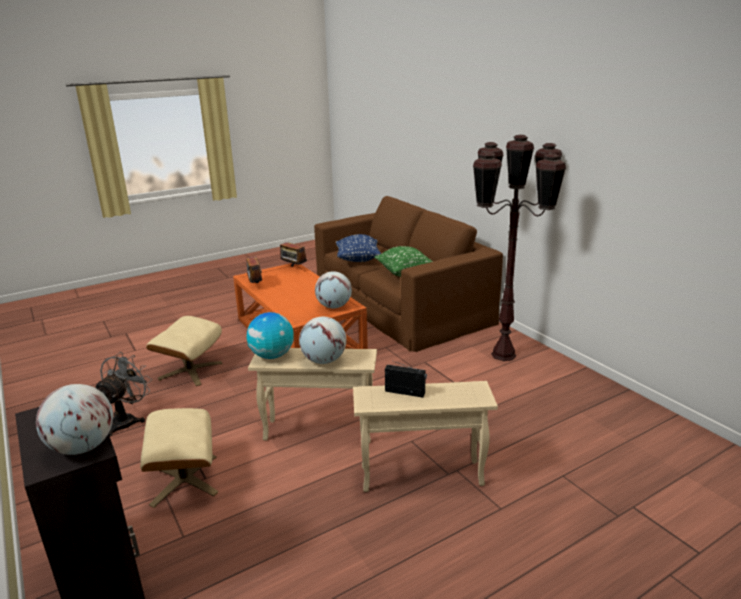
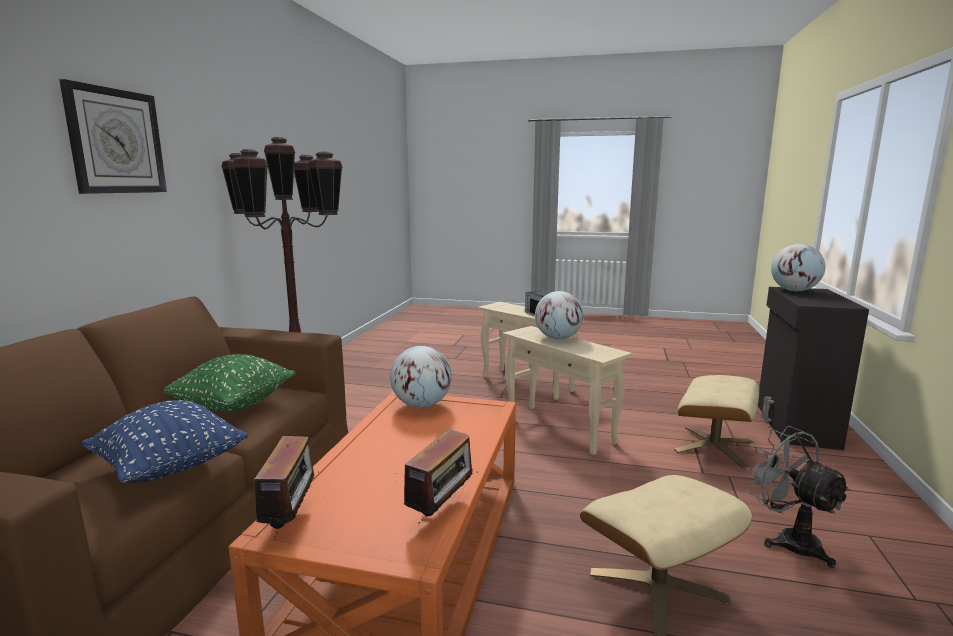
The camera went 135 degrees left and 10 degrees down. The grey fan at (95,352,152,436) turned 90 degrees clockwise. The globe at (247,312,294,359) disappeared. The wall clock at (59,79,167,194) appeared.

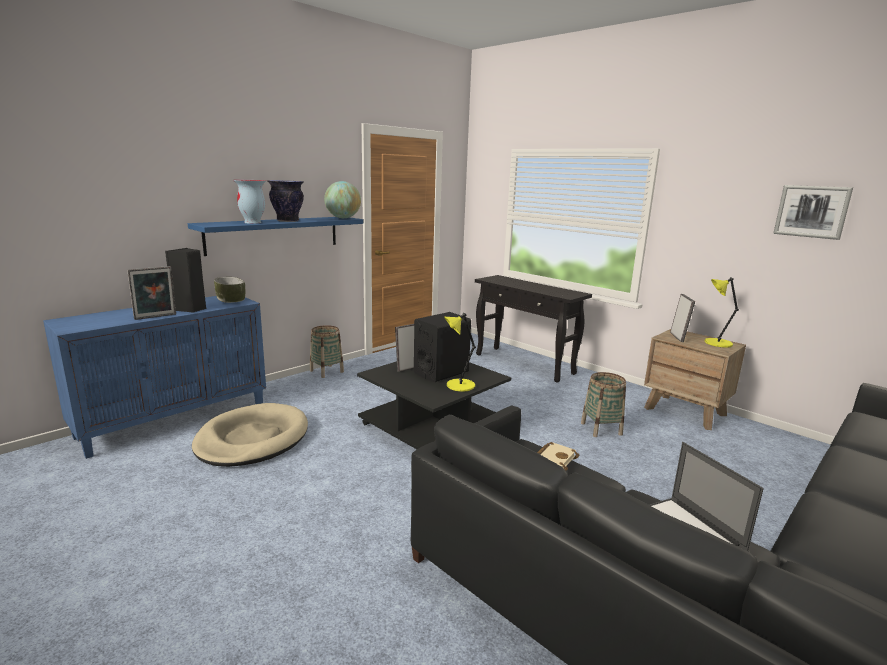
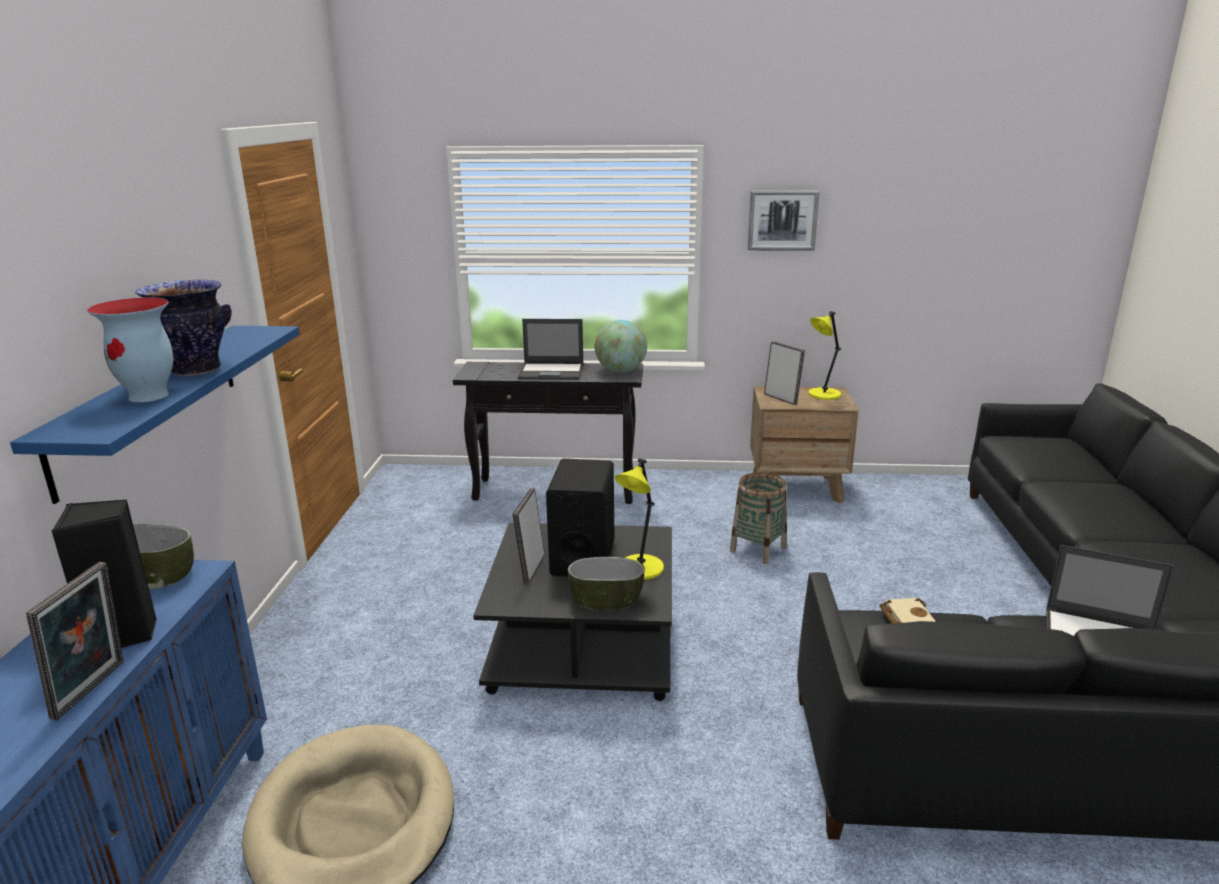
The camera went 40 degrees left and 5 degrees up. The basket at (310,325,344,378) disappeared. The globe moved from (324,181,361,218) to (594,320,647,373). The picture moved from (773,185,853,240) to (748,190,820,250). The laptop at (518,319,583,380) appeared. The bowl at (568,557,645,609) appeared.

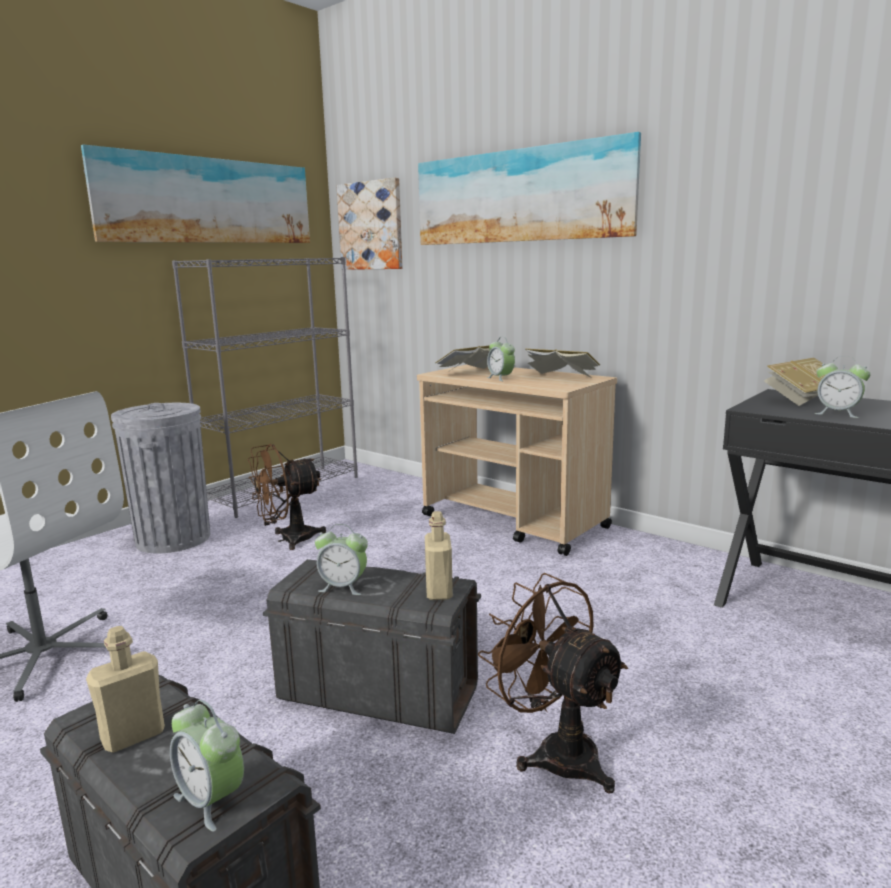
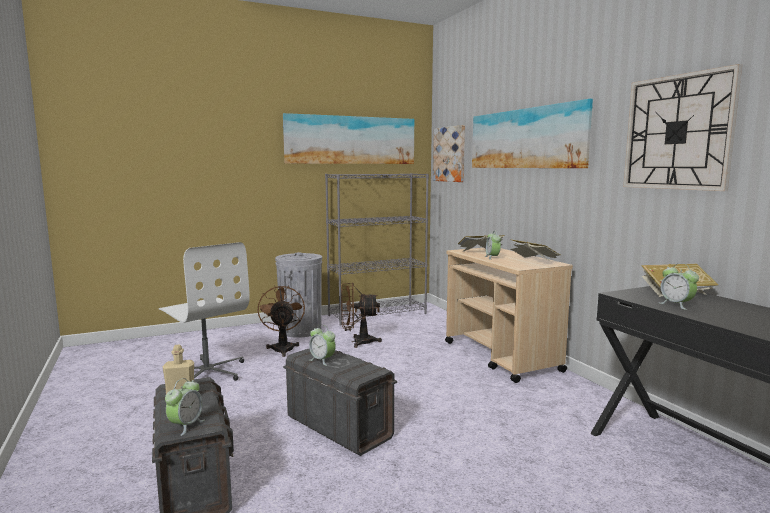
The camera went 25 degrees right and 5 degrees down. The alarm clock at (170,700,244,832) turned 135 degrees counterclockwise. The beige bottle at (425,511,453,600) disappeared. The brown fan moved from (478,573,628,793) to (258,285,305,357). The wall clock at (623,64,742,191) appeared.

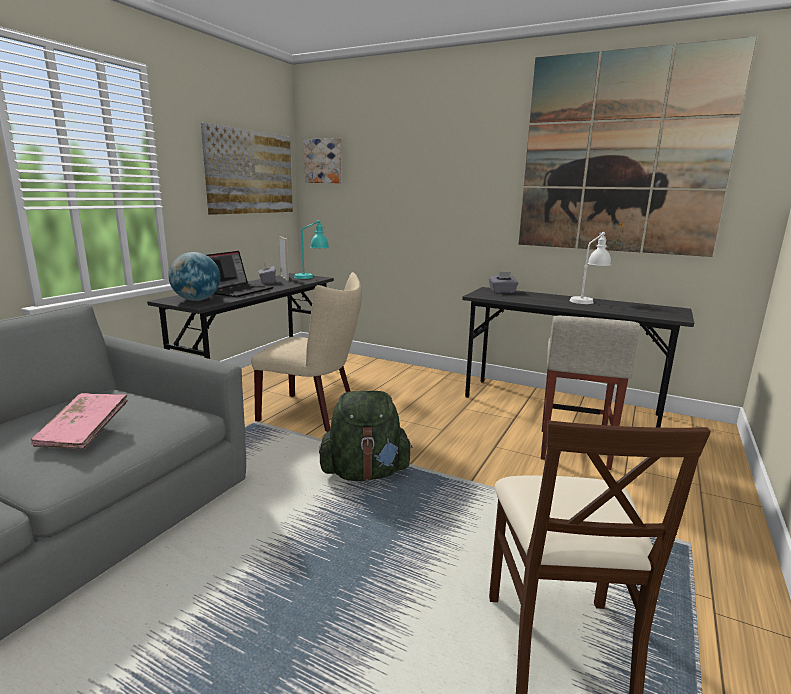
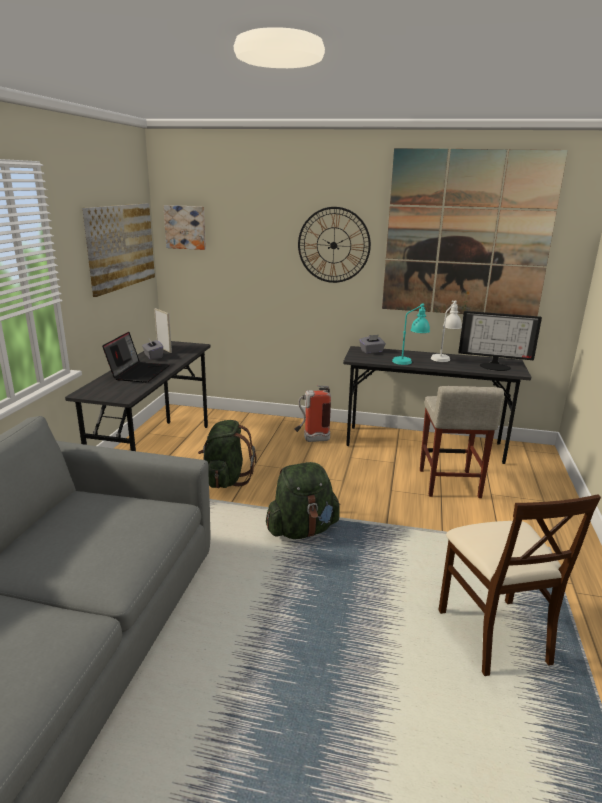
The camera went 15 degrees left and 5 degrees up. The pink book at (31,393,127,449) disappeared. The globe at (168,252,221,301) disappeared. The beige chair at (251,272,362,432) was replaced by the green backpack at (198,420,256,488). The turquoise table lamp moved from (294,220,329,279) to (392,303,430,365). The fire extinguisher at (294,385,331,442) appeared. The wall clock at (298,207,371,283) appeared. The monitor at (458,311,542,371) appeared.

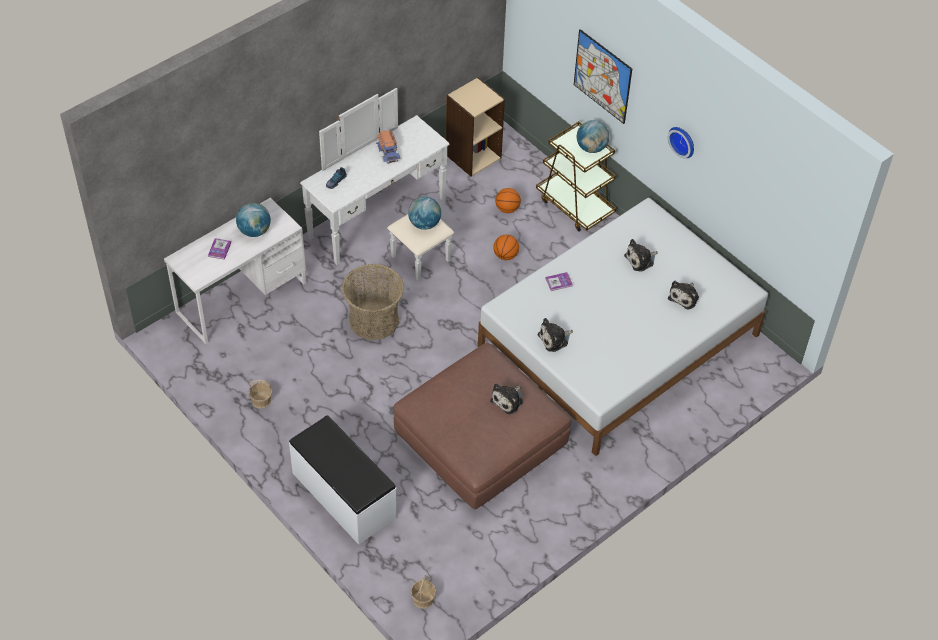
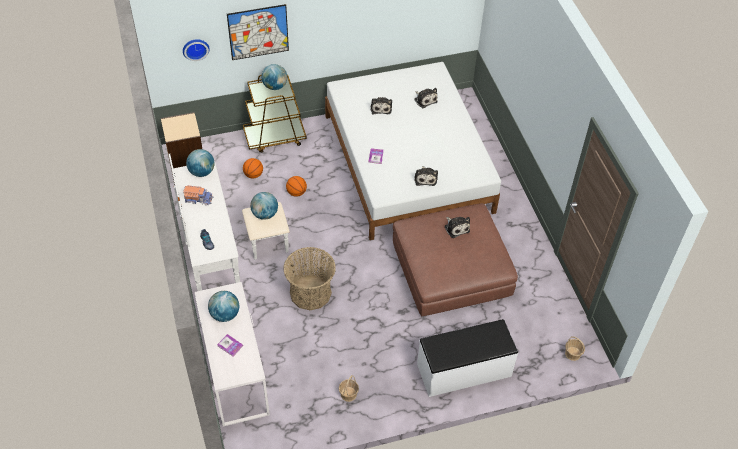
The camera went 65 degrees left and 0 degrees up. The wall clock moved from (668,127,694,158) to (183,39,210,61). The globe at (186,149,215,177) appeared.

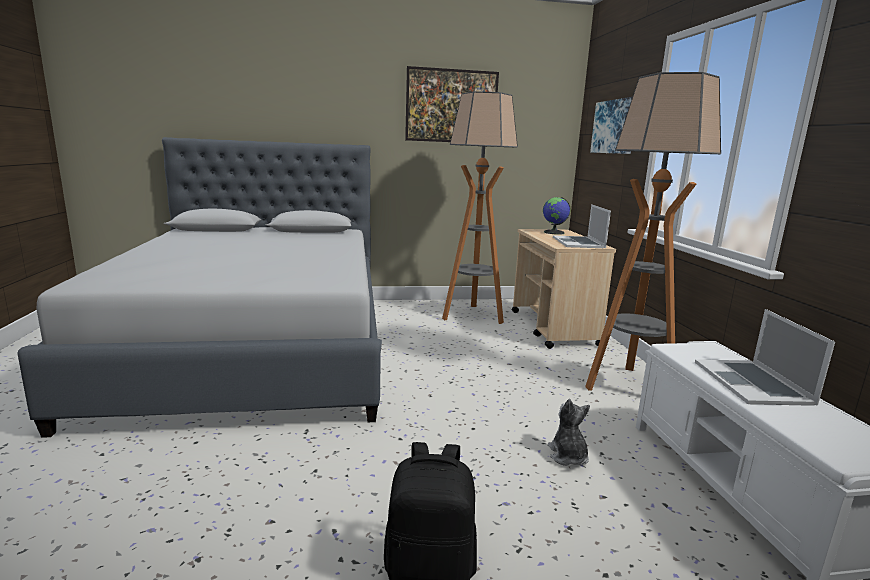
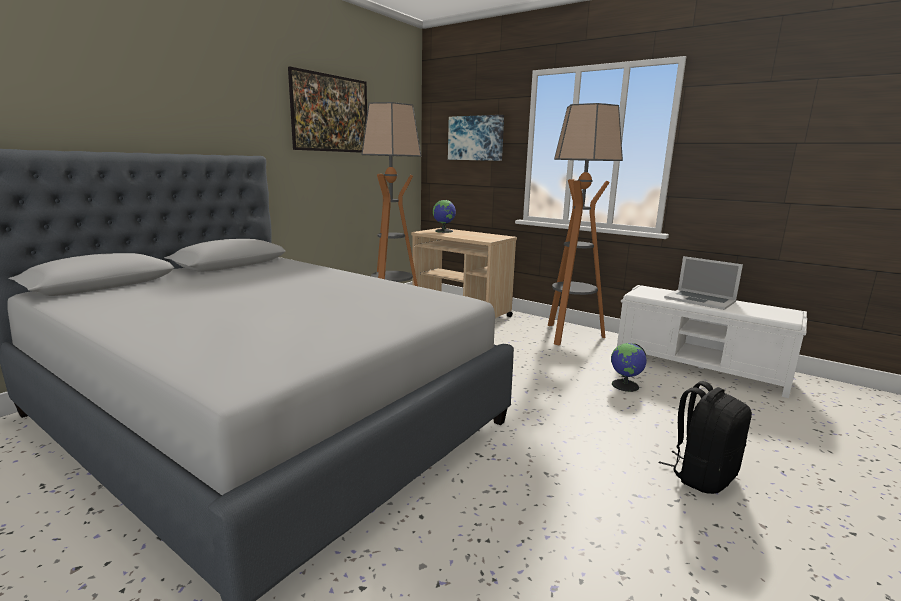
The camera went 45 degrees left and 0 degrees up. The plush toy at (548,399,590,466) was replaced by the globe at (611,343,647,392). The laptop at (553,204,611,248) disappeared.

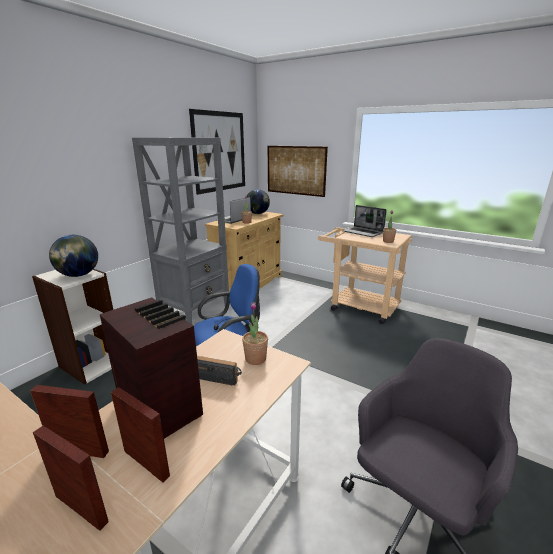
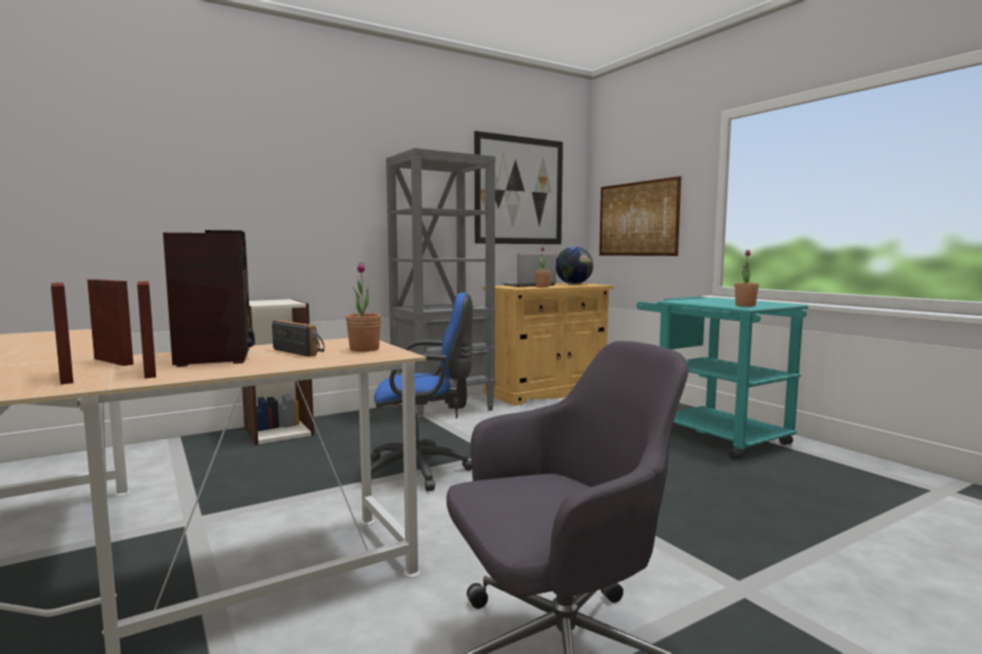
The camera went 25 degrees right and 15 degrees down. The globe at (49,235,98,277) disappeared. The beige cart at (318,227,412,324) became the turquoise cart at (637,297,808,460). The laptop at (342,205,387,237) disappeared.

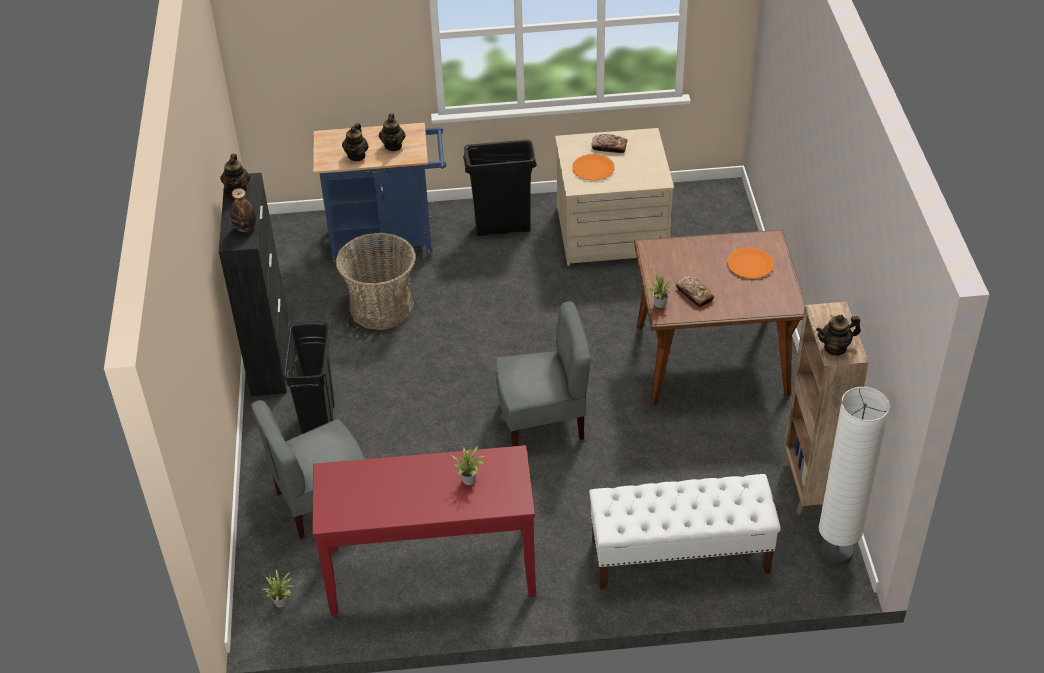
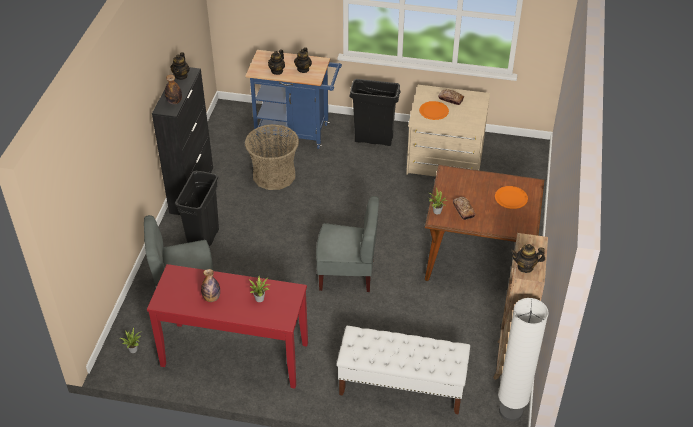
The camera went 15 degrees right and 0 degrees up. The bottle at (201,269,220,302) appeared.

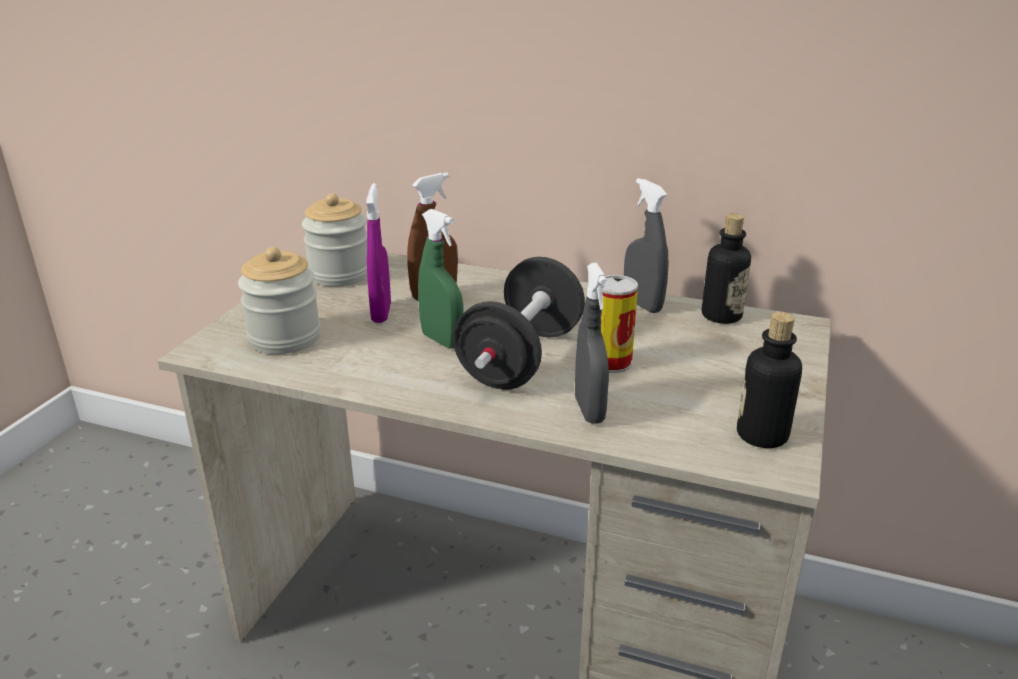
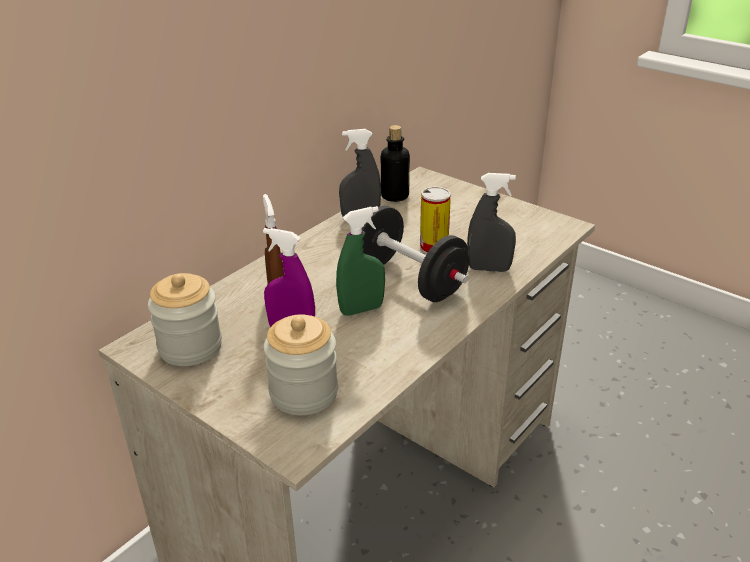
The camera went 70 degrees left and 5 degrees up. The bottle at (737,312,802,448) disappeared.

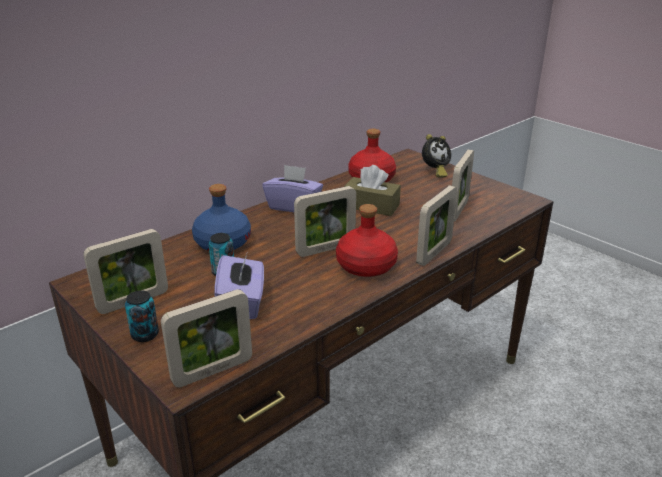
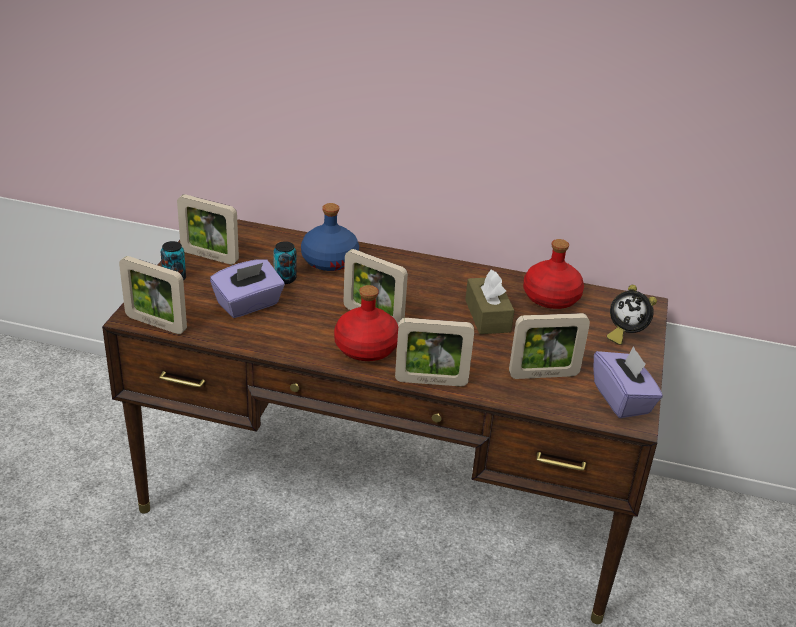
The camera went 55 degrees right and 5 degrees up. The purple tissue box moved from (262,165,323,212) to (594,346,663,418).

